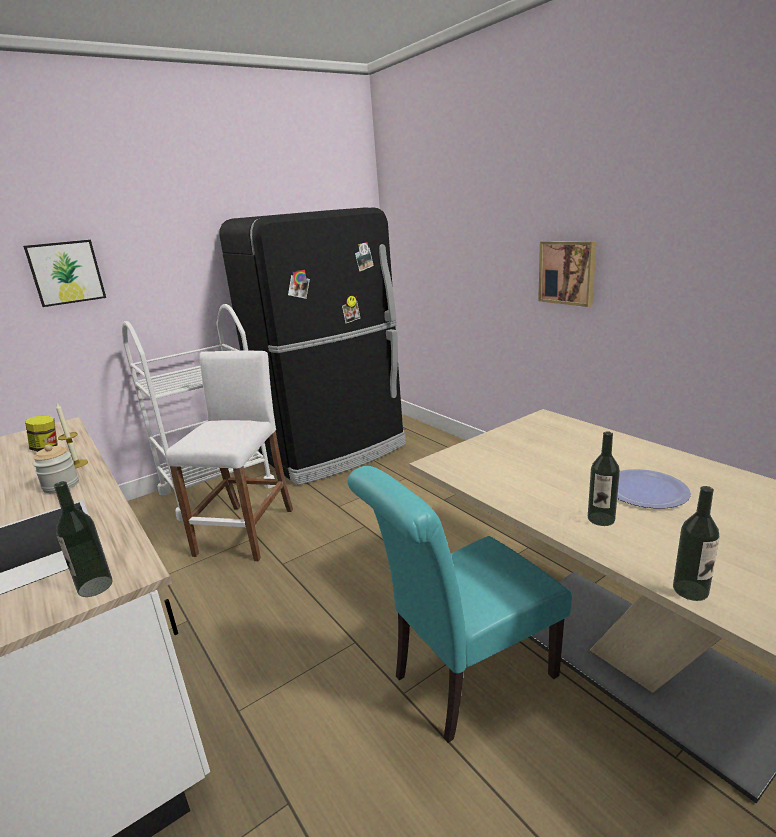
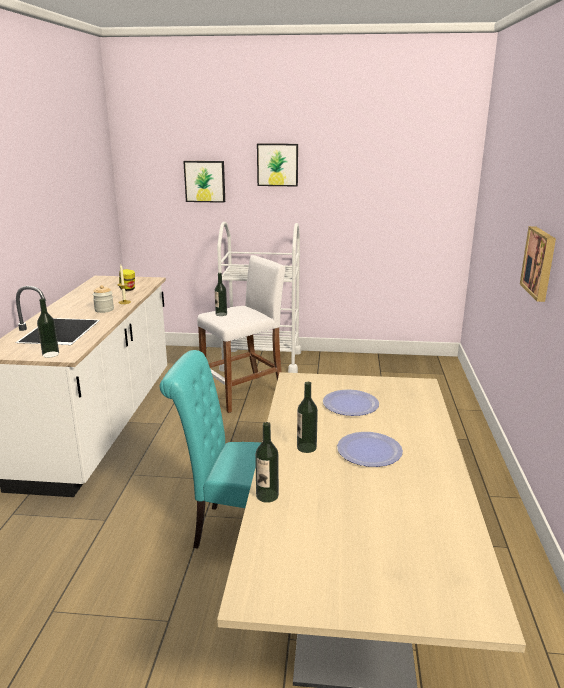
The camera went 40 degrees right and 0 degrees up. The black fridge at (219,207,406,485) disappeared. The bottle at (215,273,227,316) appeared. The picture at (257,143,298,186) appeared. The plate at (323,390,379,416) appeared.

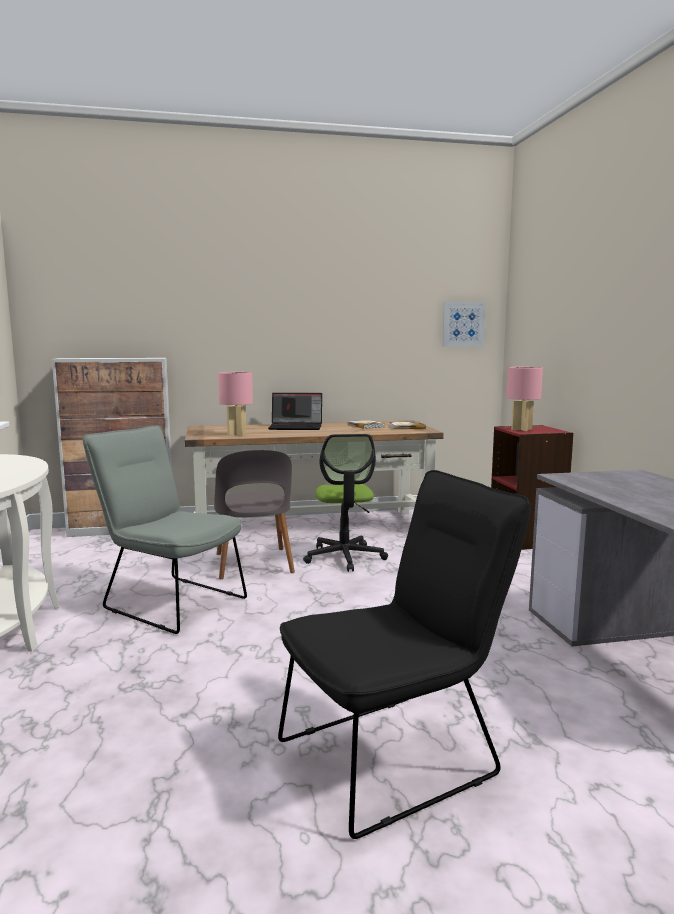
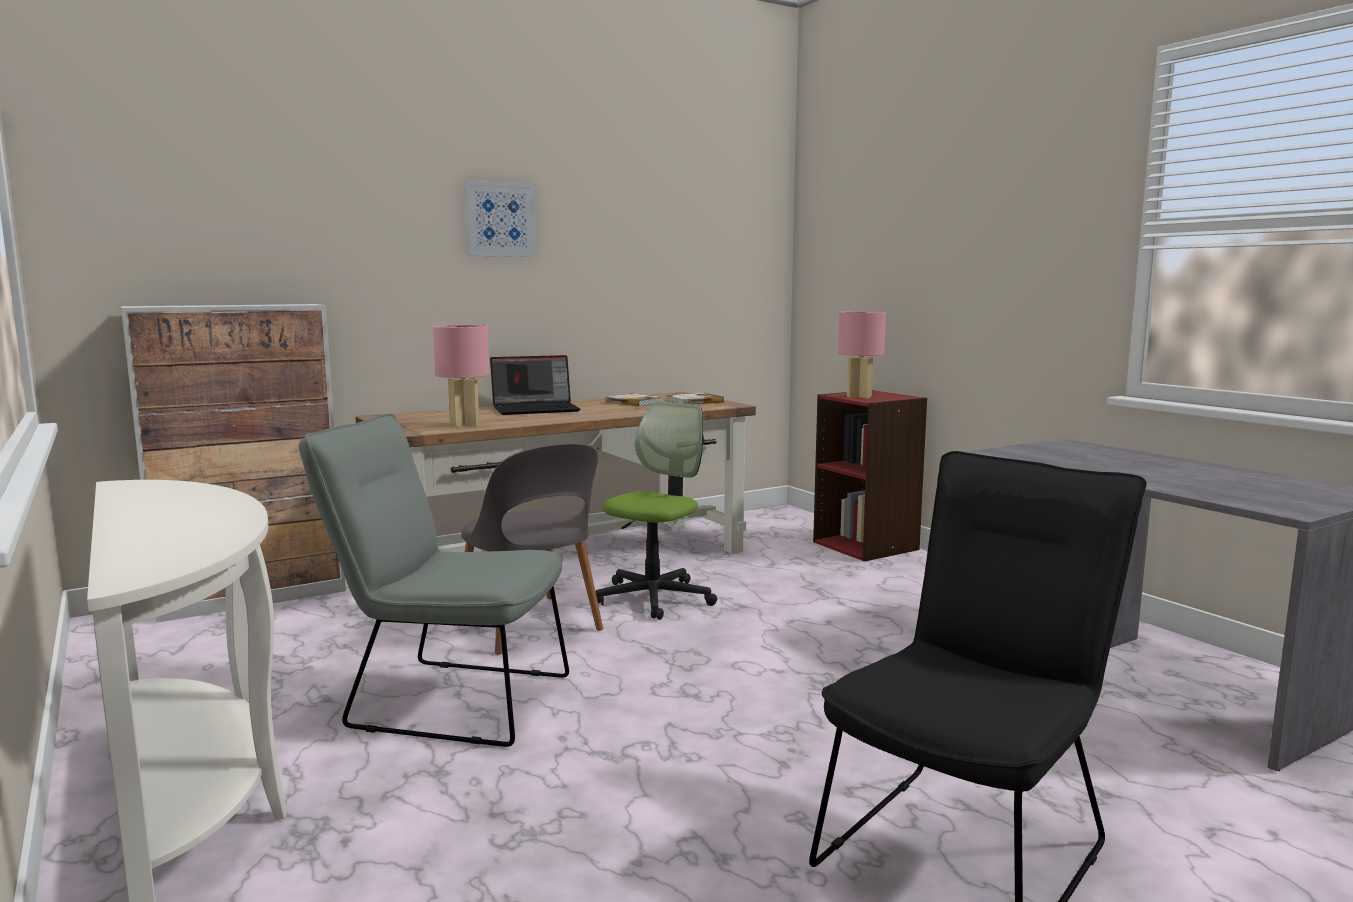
The camera went 20 degrees left and 0 degrees up. The office chair at (303,434,388,572) turned 120 degrees counterclockwise. The picture moved from (442,302,486,346) to (464,180,537,257).

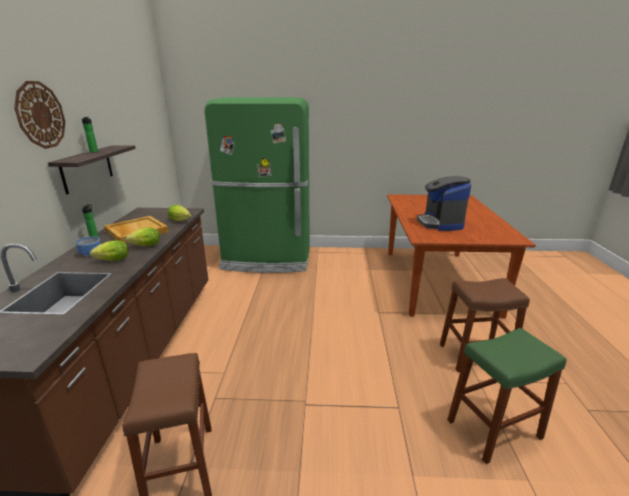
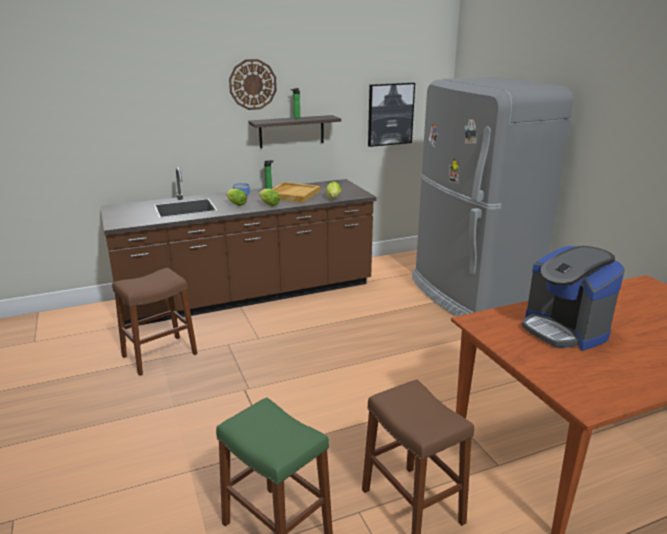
The camera went 65 degrees right and 0 degrees up. The green fridge at (204,97,310,273) became the grey fridge at (412,77,574,316). The coffee machine at (417,176,471,231) turned 90 degrees counterclockwise. The picture at (368,83,415,147) appeared.

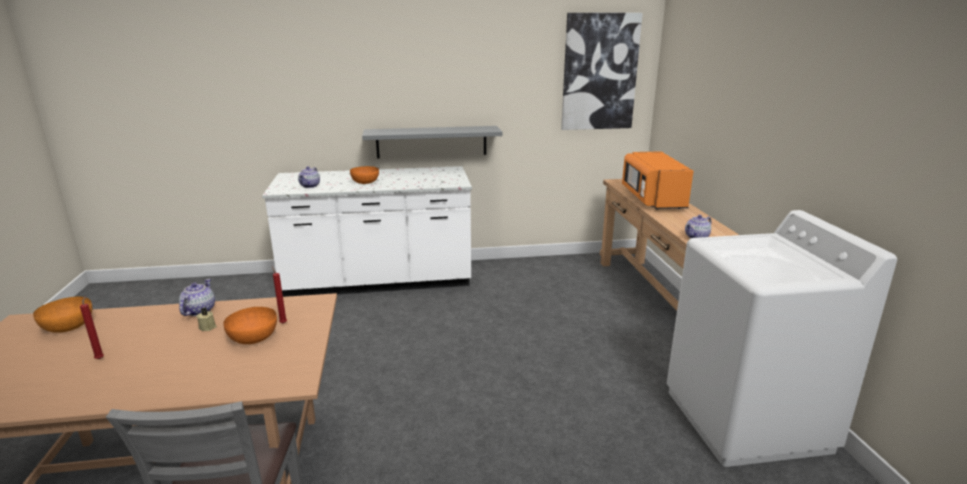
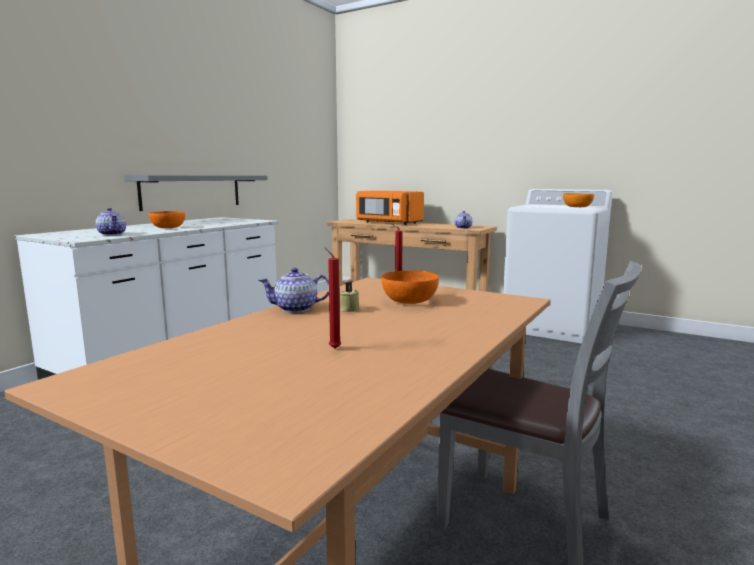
The camera went 50 degrees left and 10 degrees down. The orange bowl moved from (33,296,92,333) to (563,193,594,207). The teapot at (179,279,215,316) turned 60 degrees counterclockwise. The picture at (561,13,643,130) disappeared.

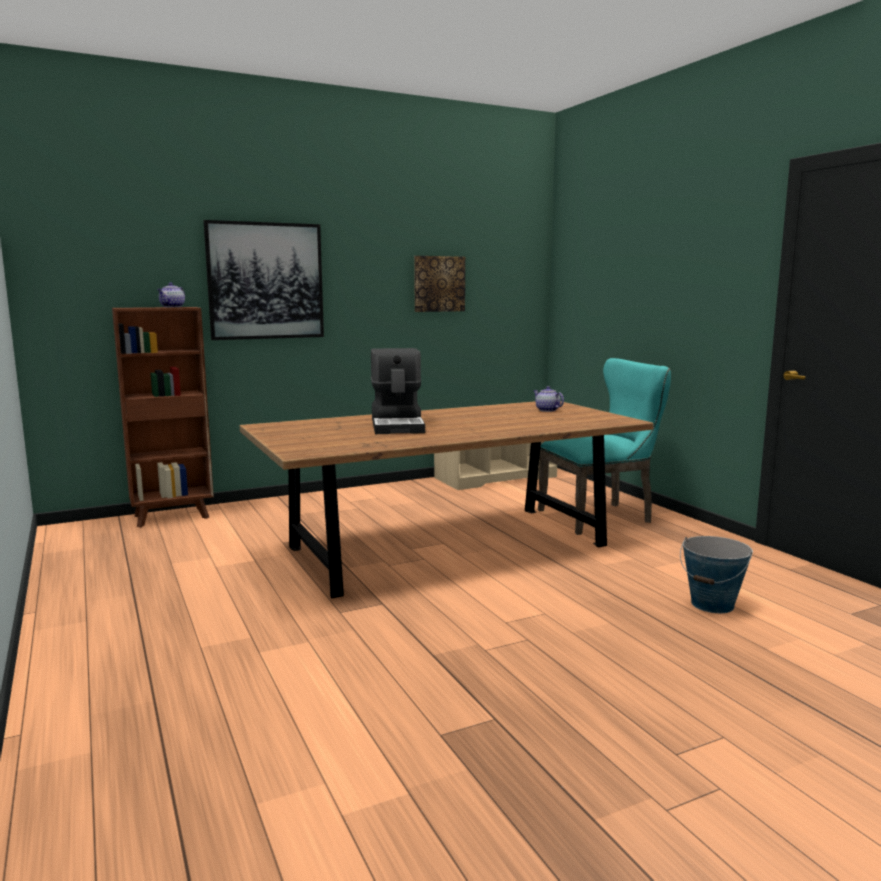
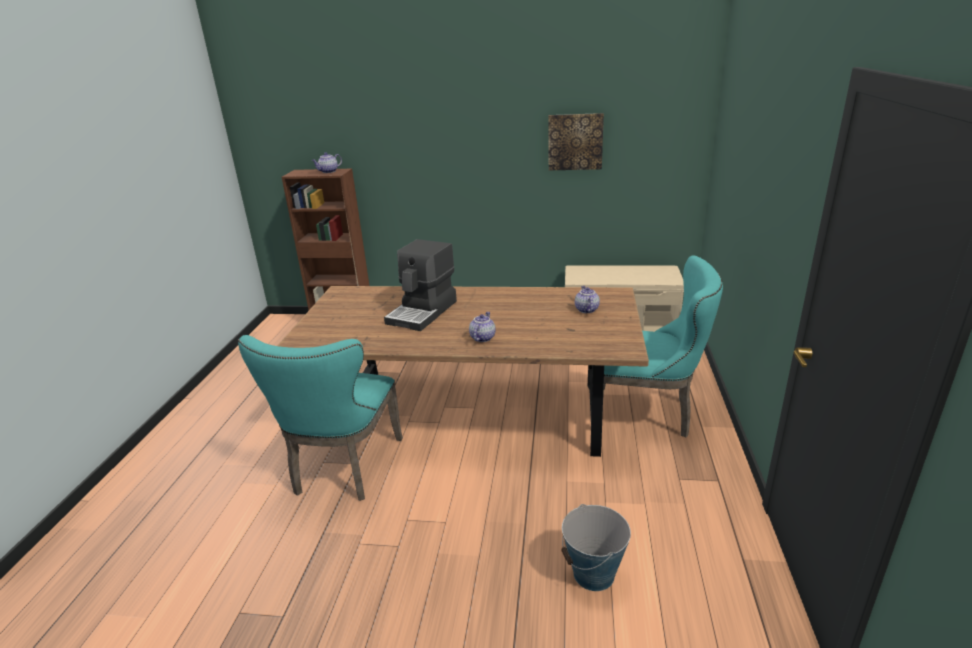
The camera went 35 degrees right and 15 degrees up. The picture at (204,220,324,340) disappeared. The turquoise chair at (238,335,403,501) appeared. The teapot at (469,312,496,342) appeared.

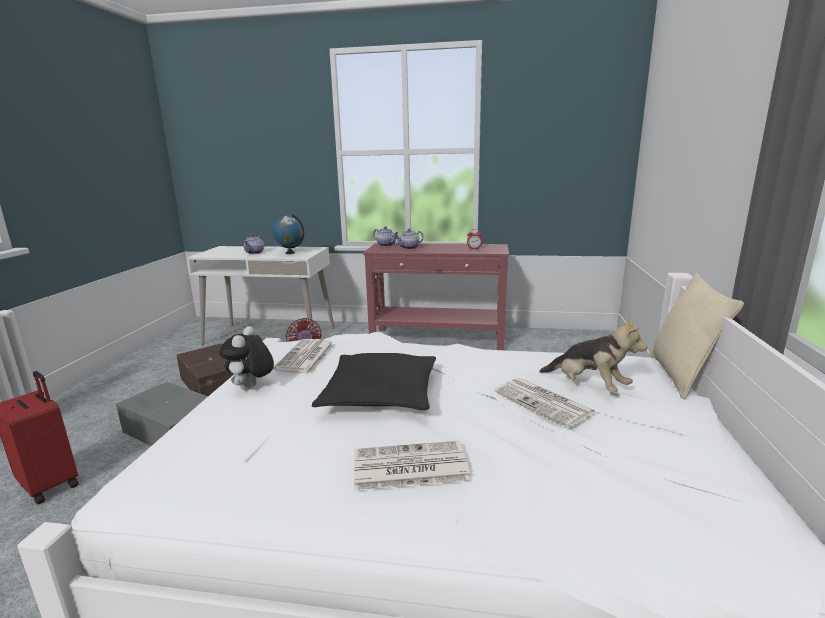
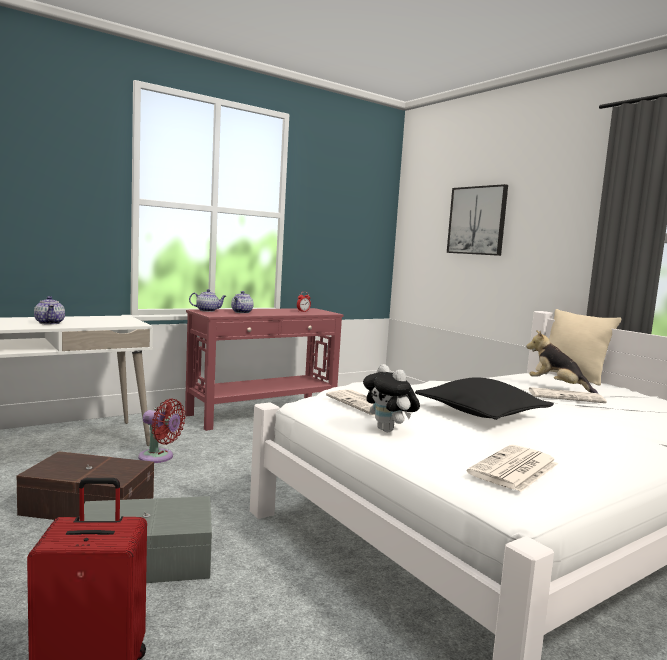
The camera went 45 degrees left and 10 degrees down. The globe at (272,215,304,254) disappeared. The newspaper moved from (354,441,471,491) to (467,445,558,492). The plush toy at (539,317,647,392) turned 135 degrees counterclockwise. The picture at (447,184,508,256) appeared.

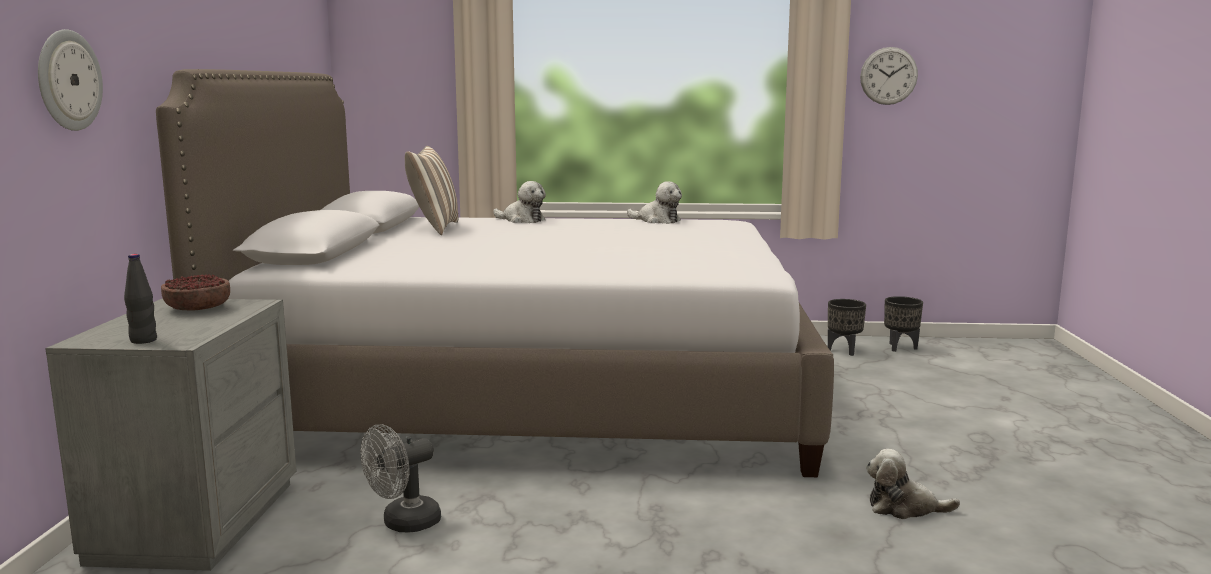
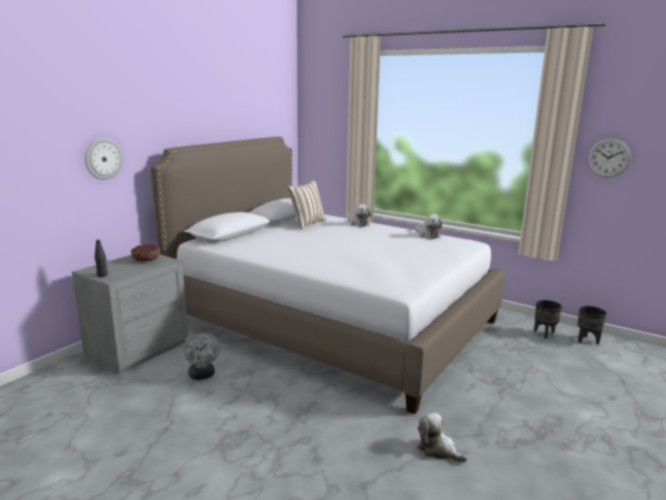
The camera went 30 degrees right and 5 degrees up. The grey fan at (361,424,441,532) turned 105 degrees counterclockwise.

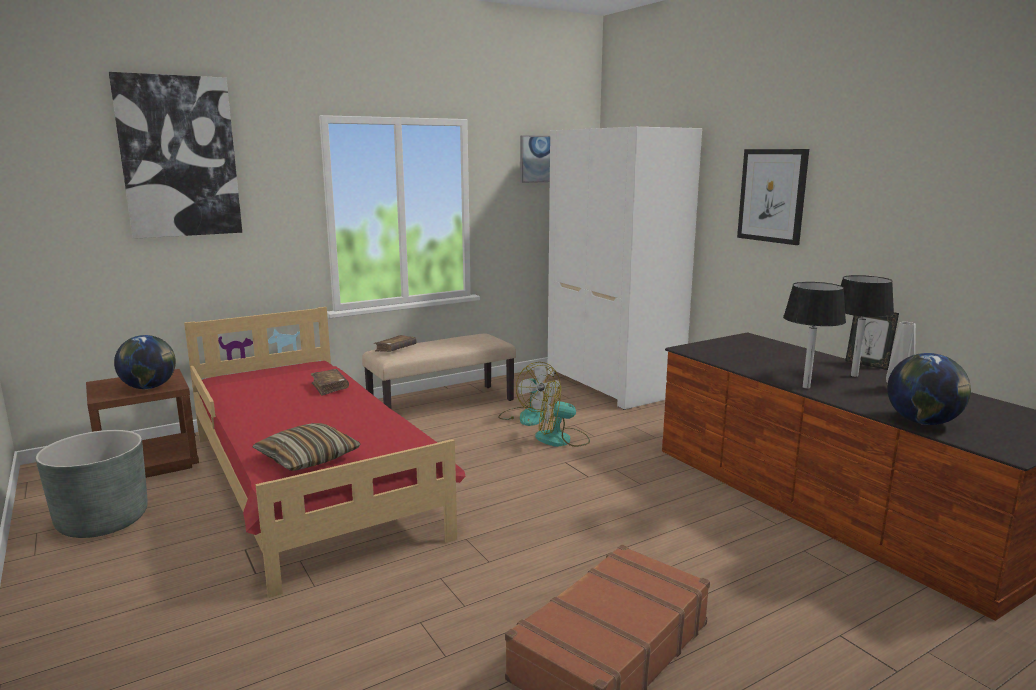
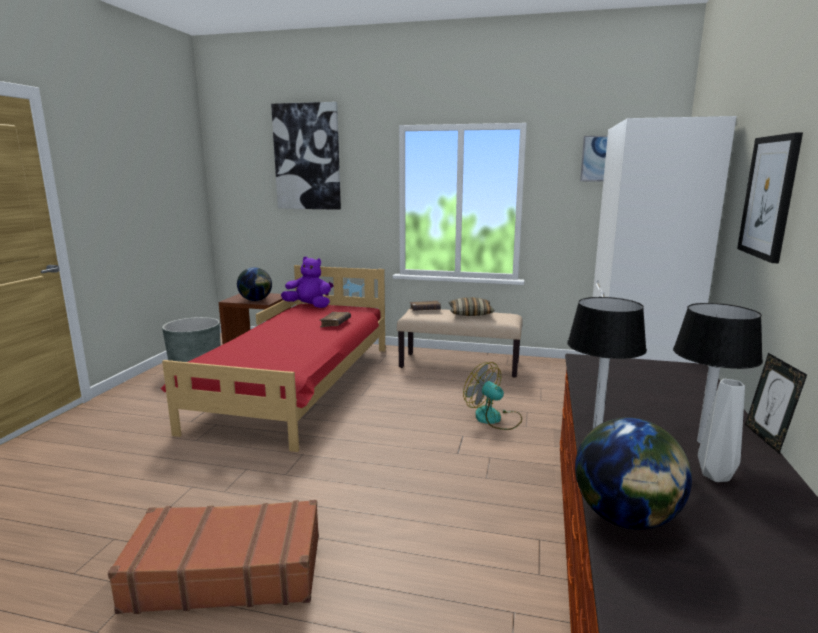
The camera went 45 degrees right and 0 degrees up. The pillow moved from (253,423,361,471) to (448,297,494,316). The fan at (498,362,561,426) disappeared. The purple plush toy at (281,257,331,308) appeared.

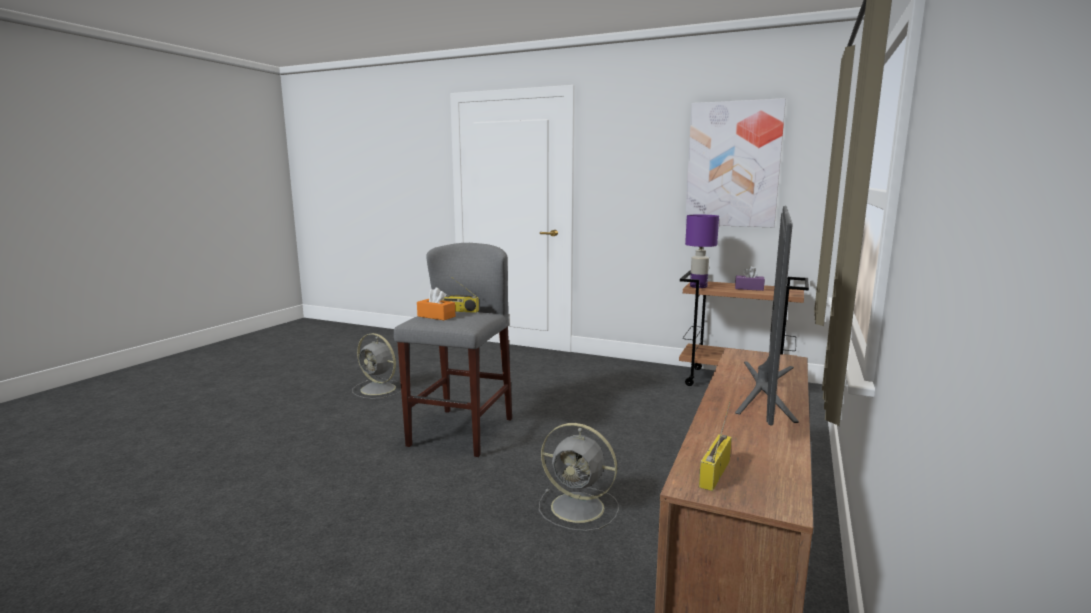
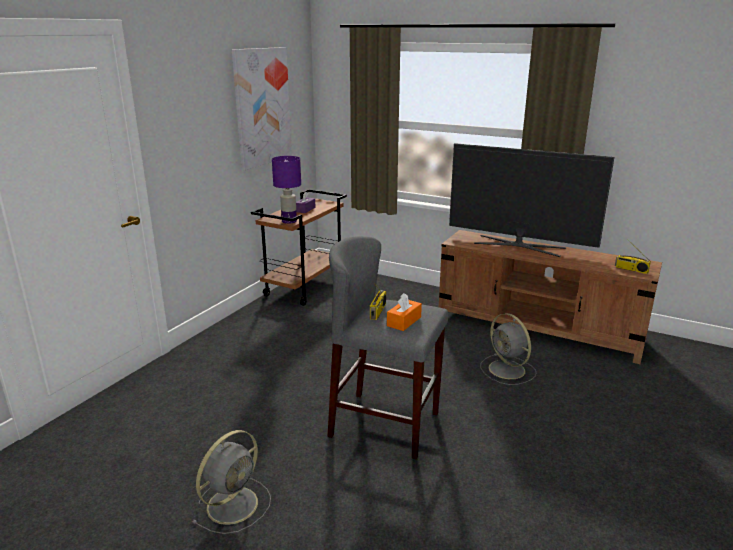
The camera went 85 degrees left and 10 degrees up. The grey fan at (539,423,619,531) turned 120 degrees clockwise.

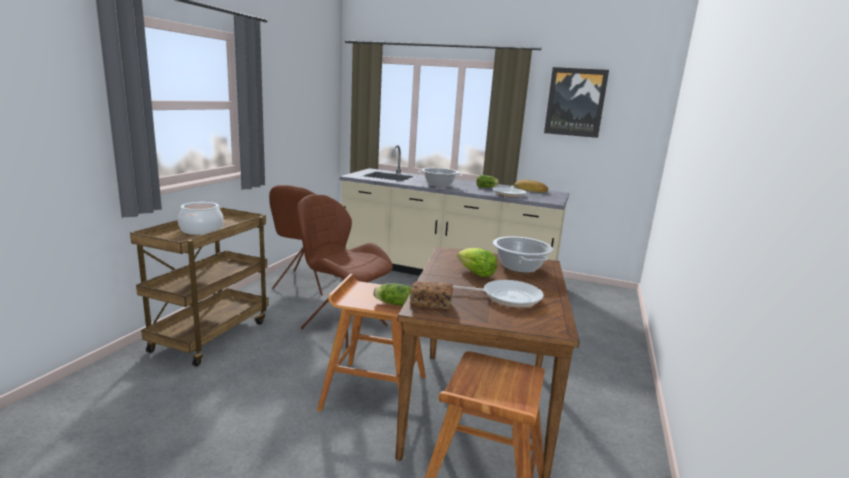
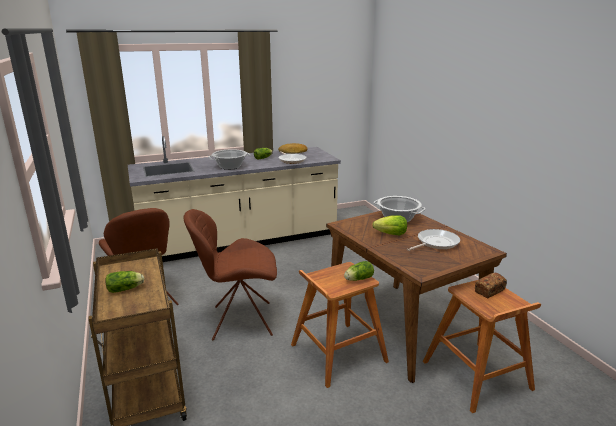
The camera went 40 degrees left and 5 degrees up. The cooking pot at (178,202,224,235) was replaced by the lettuce at (106,271,144,293). The bread moved from (410,282,453,309) to (475,273,507,298). The picture at (544,67,609,138) disappeared.

